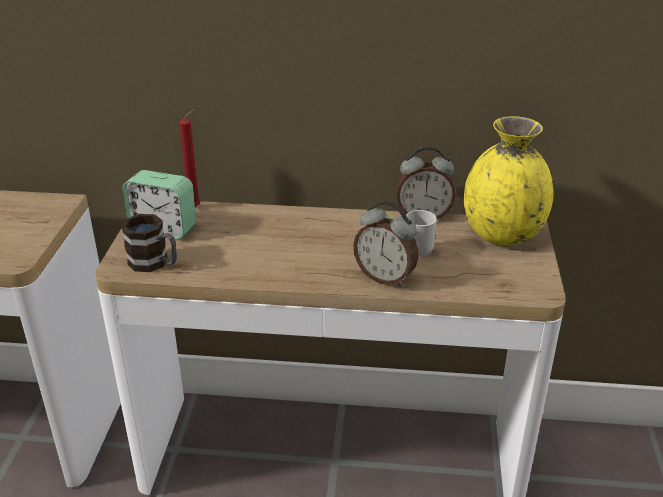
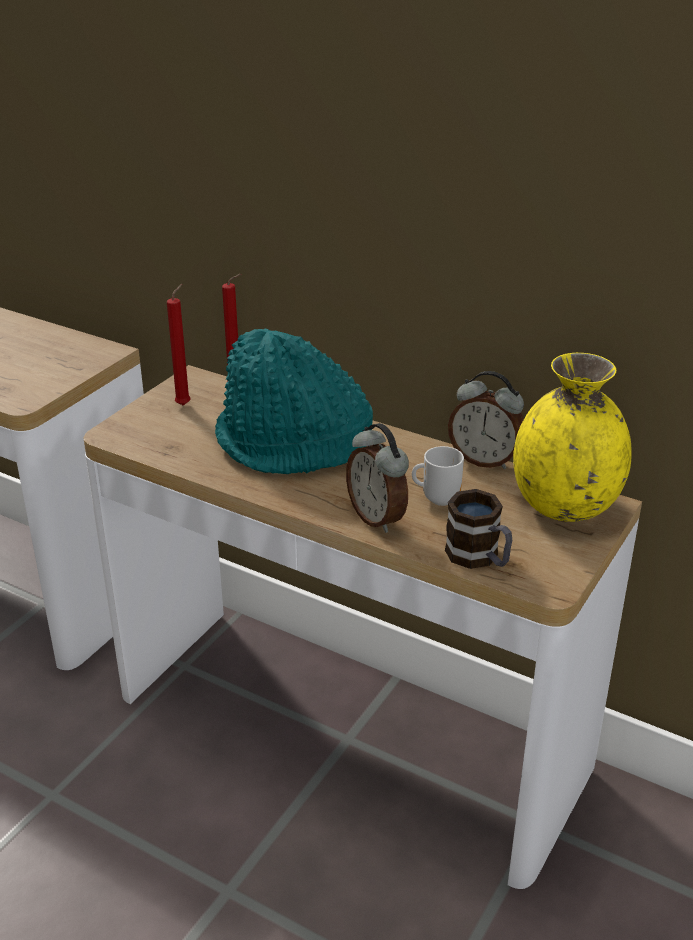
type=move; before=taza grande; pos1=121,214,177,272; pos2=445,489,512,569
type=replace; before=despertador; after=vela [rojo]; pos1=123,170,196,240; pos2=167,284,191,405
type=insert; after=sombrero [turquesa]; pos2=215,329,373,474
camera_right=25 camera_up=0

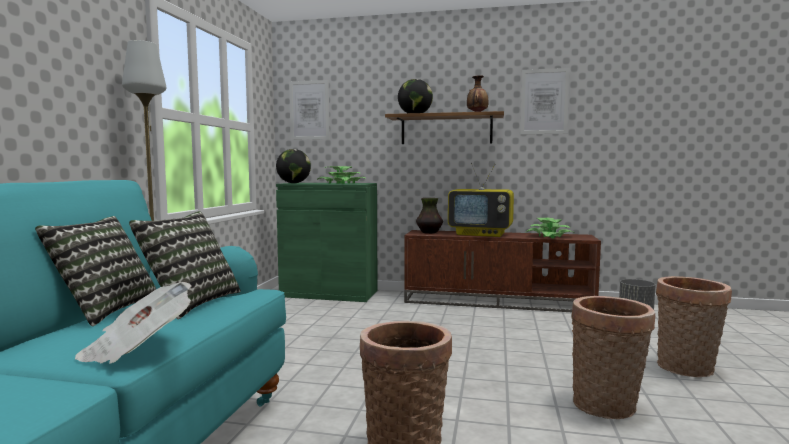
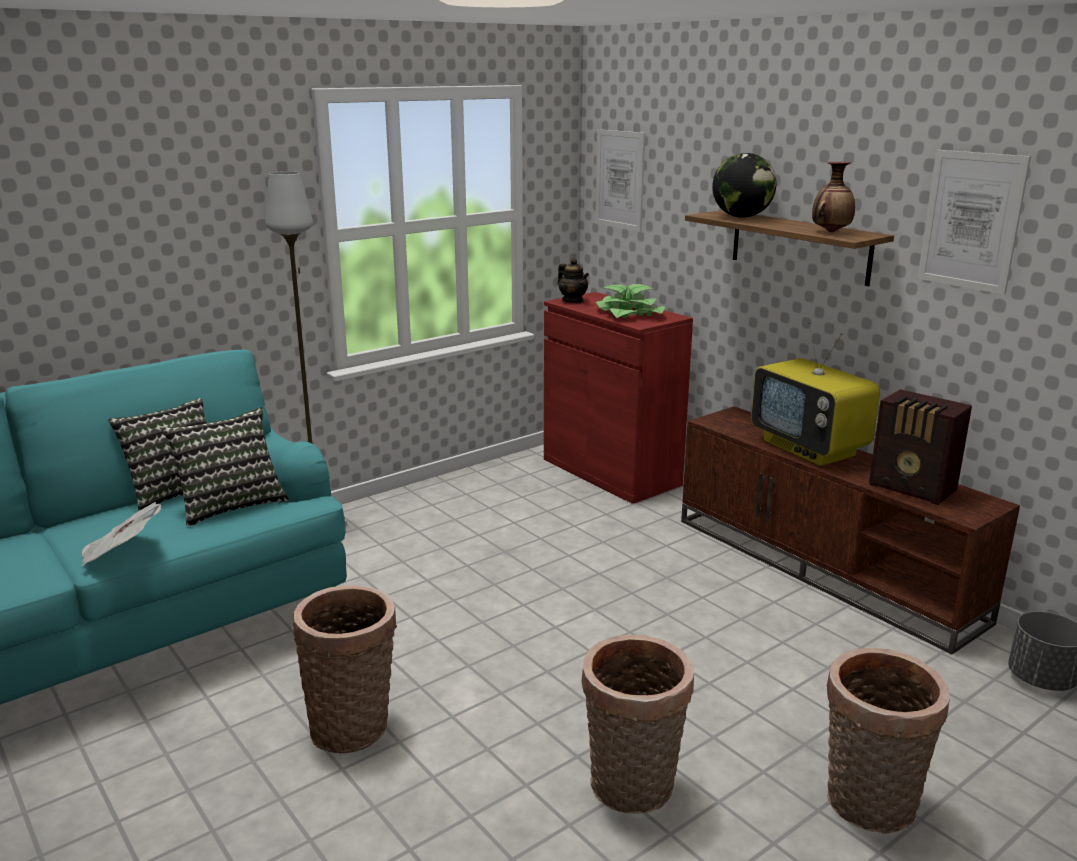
type=replace; before=globo terráqueo; after=tetera; pos1=276,149,311,183; pos2=558,258,589,303
type=recolor; before=armario [verde]; after=armario [rojo]; pos1=276,183,378,302; pos2=544,292,693,504
type=delete; before=florero; pos1=416,198,443,234
type=replace; before=planta en maceta; after=radio; pos1=526,218,573,239; pos2=869,389,972,505
camera_right=40 camera_up=15

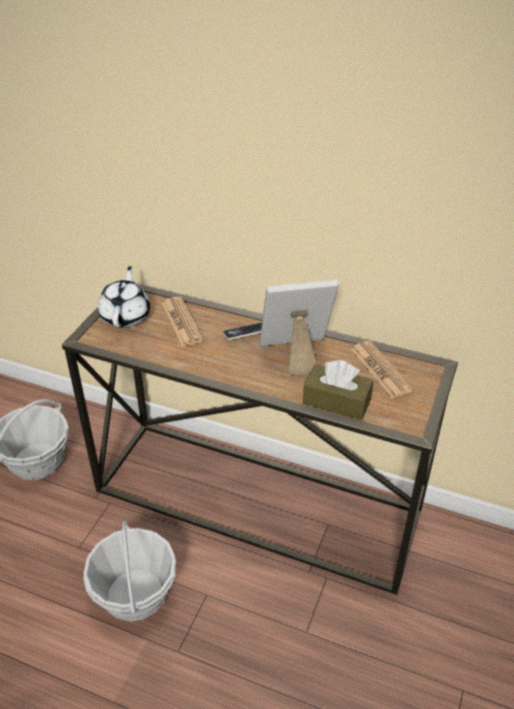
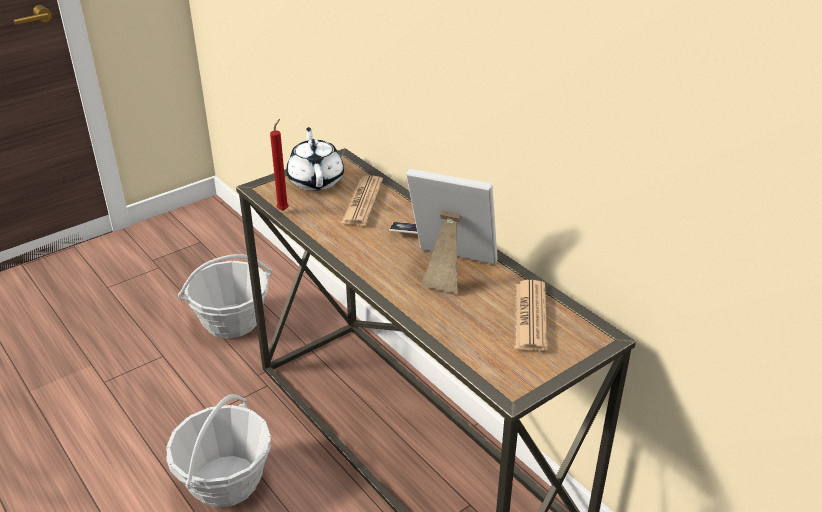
type=rotate; before=tetera [blanco]; pos1=98,266,150,328; pos2=286,127,344,191; turn=-45
type=delete; before=caja de pañuelos [marrón]; pos1=303,360,374,420
type=insert; after=vela [rojo]; pos2=270,119,289,210
camera_right=30 camera_up=-5

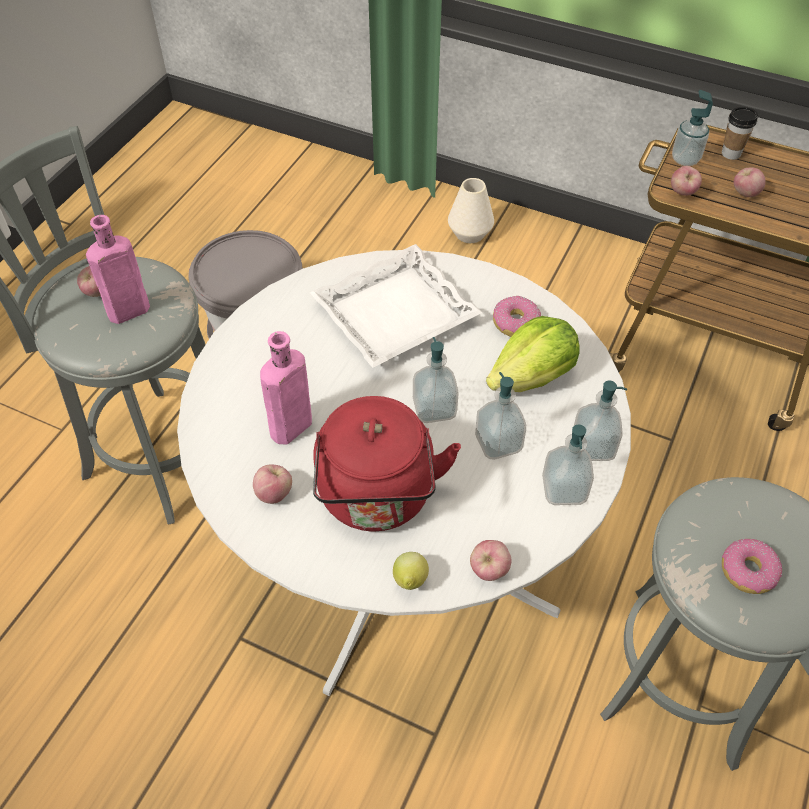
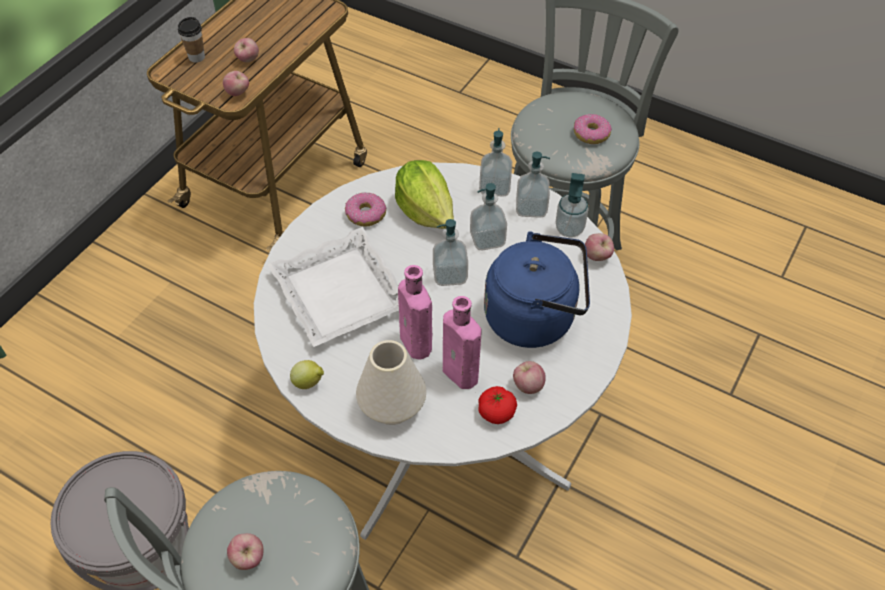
type=move; before=botella [rosa]; pos1=86,215,150,324; pos2=398,265,432,360
type=recolor; before=hervidor [rojo]; after=hervidor [azul]; pos1=313,396,461,531; pos2=484,231,590,348
type=move; before=limón; pos1=393,552,429,590; pos2=290,360,324,389
type=move; before=florero [blanco]; pos1=448,178,494,243; pos2=356,340,426,425
type=move; before=dispensador de jabón; pos1=672,90,713,166; pos2=556,173,588,237
type=insert; after=tomate; pos2=478,386,517,424
camera_right=-85 camera_up=0

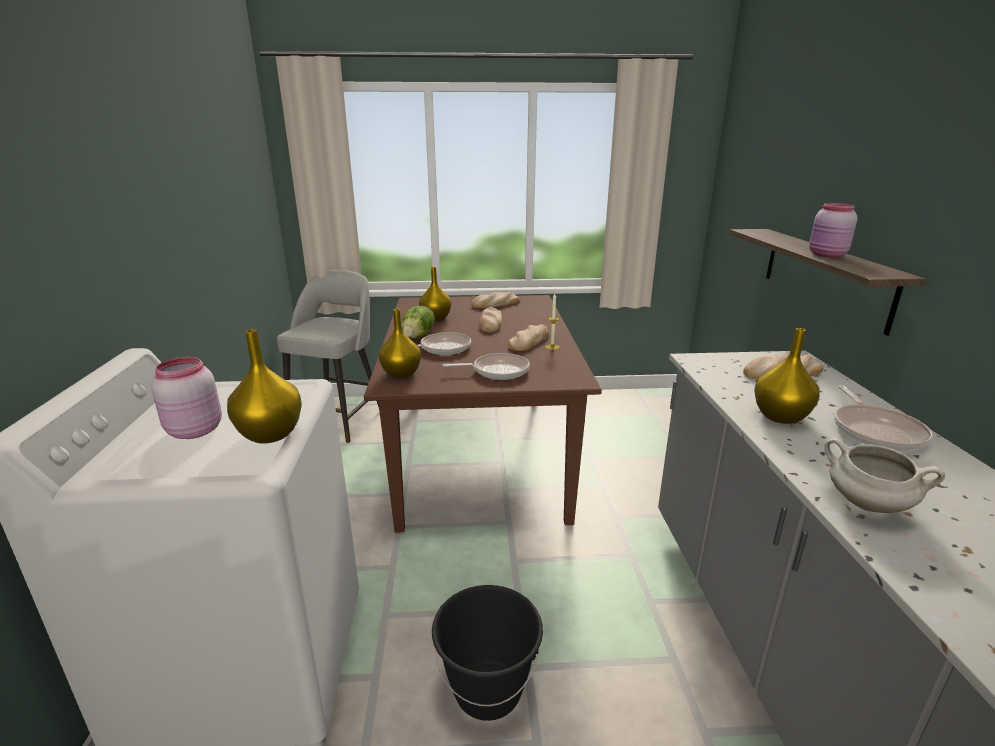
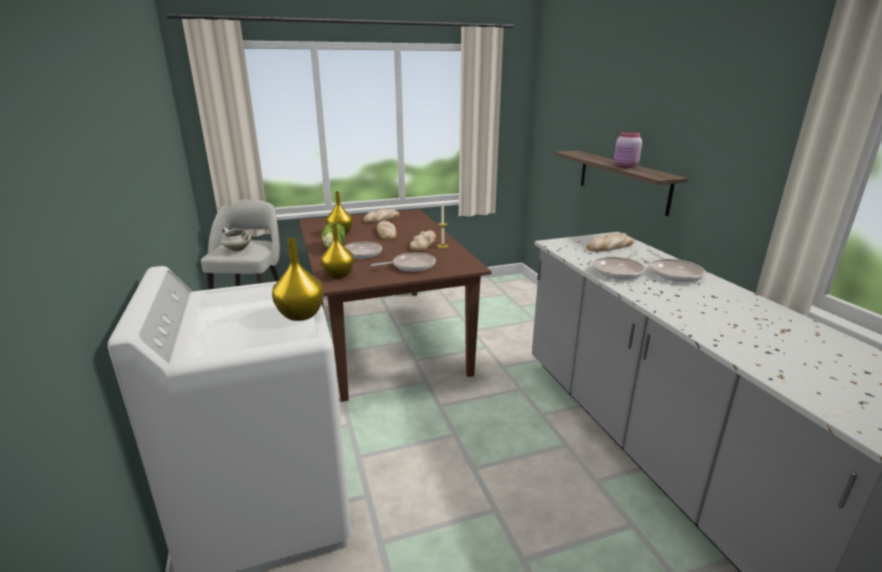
type=delete; before=tarro [rosa]; pos1=151,357,222,439
type=delete; before=cubo [negro]; pos1=432,585,543,721
type=replace; before=florero [amarillo]; after=sartén; pos1=754,328,820,424; pos2=592,250,646,280
type=move; before=olla [blanco]; pos1=825,437,945,513; pos2=221,228,251,251
camera_right=-15 camera_up=0

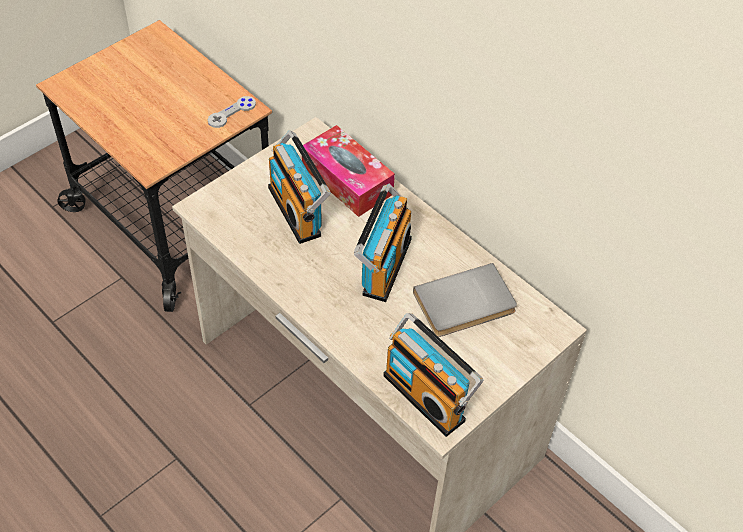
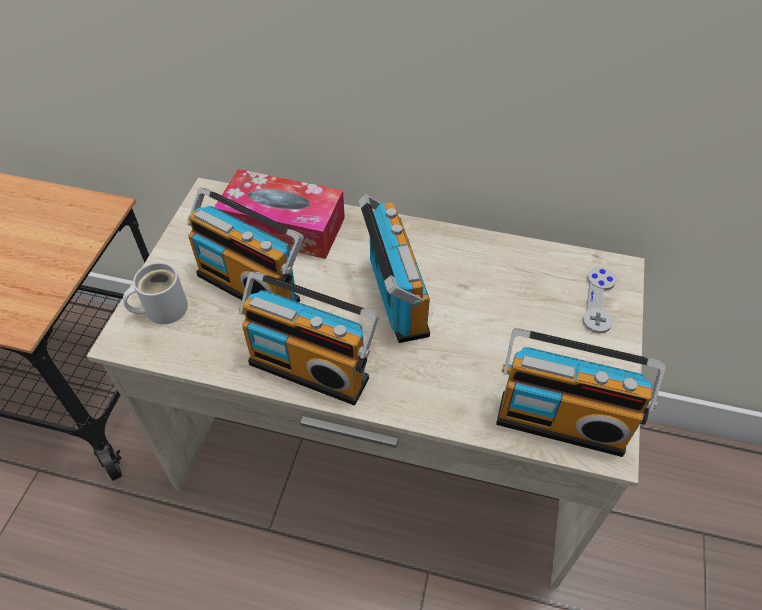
type=move; before=mando de consola [gris]; pos1=208,96,256,128; pos2=582,267,617,334
type=delete; before=libro [gris]; pos1=413,263,517,337
type=insert; after=taza grande [blanco]; pos2=123,262,188,324
type=insert; after=radio; pos2=239,272,379,405
camera_right=-30 camera_up=0

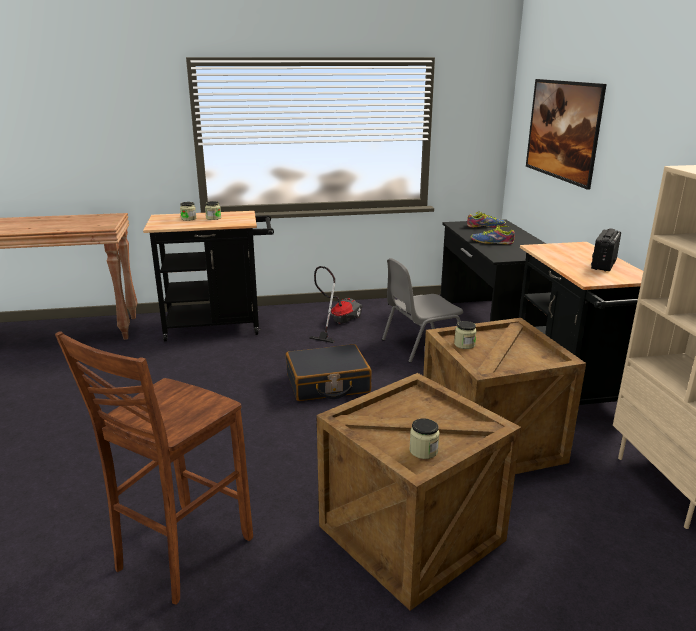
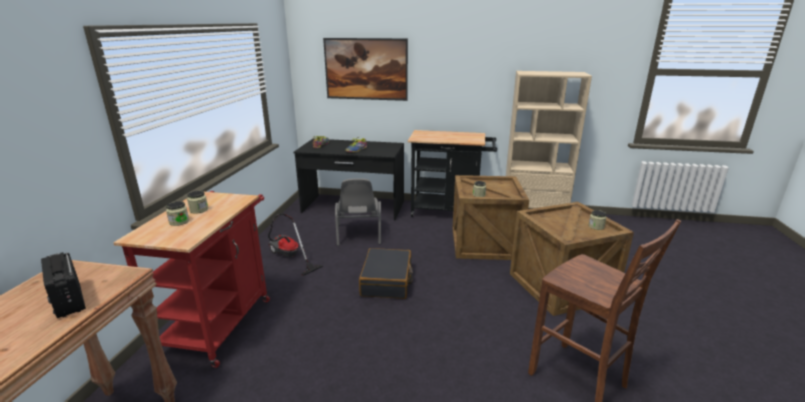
type=recolor; before=carrito [negro]; after=carrito [rojo]; pos1=143,211,274,341; pos2=113,191,270,368
type=move; before=radio; pos1=591,228,621,271; pos2=41,252,86,318
camera_right=-70 camera_up=0

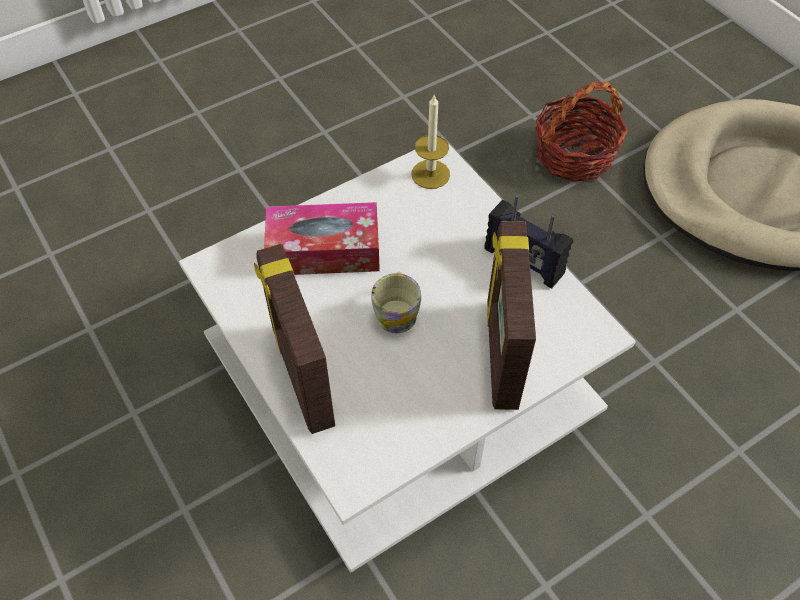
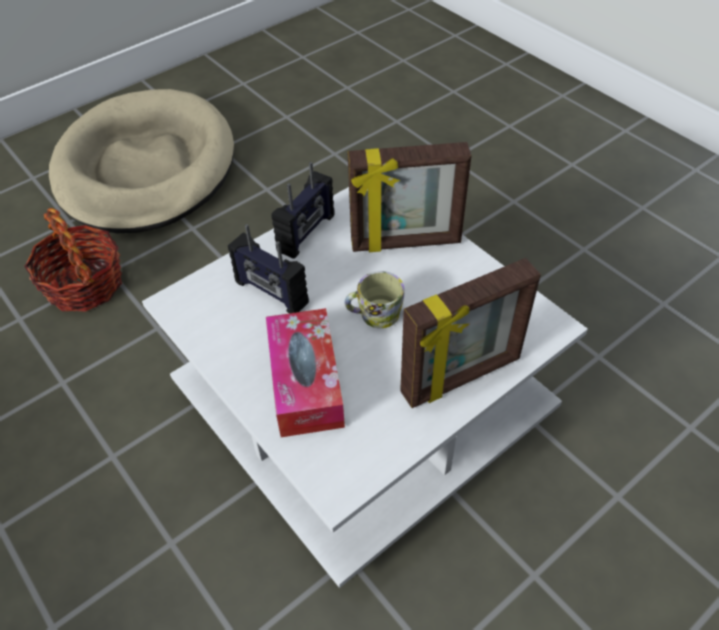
type=delete; before=vela; pos1=411,95,450,189
type=insert; after=radio; pos2=228,224,309,313
camera_right=-95 camera_up=-5

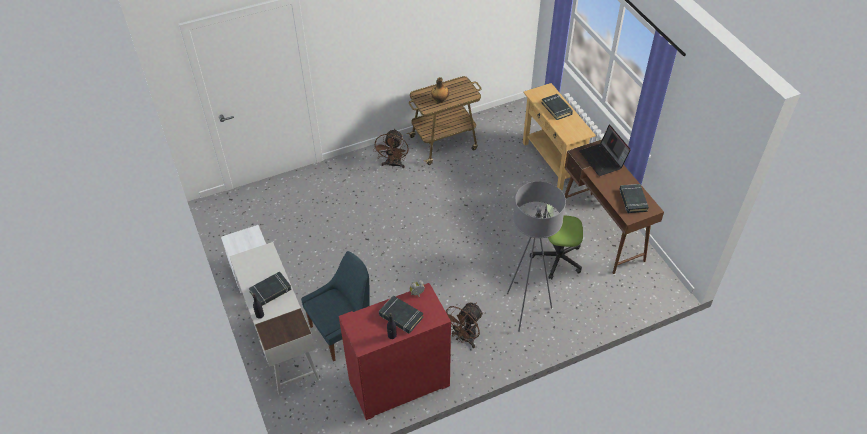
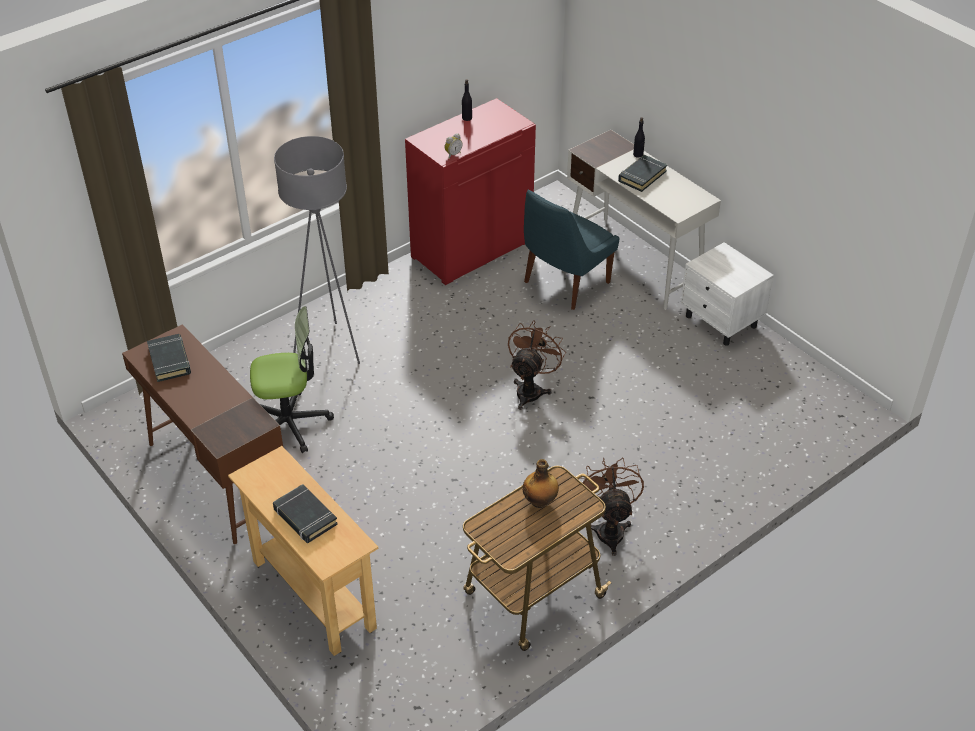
type=delete; before=libro [negro]; pos1=379,295,424,334
type=move; before=ventilador [marrón]; pos1=446,302,484,348; pos2=508,320,566,410
type=delete; before=portátil; pos1=580,125,631,176
camera_right=165 camera_up=-5

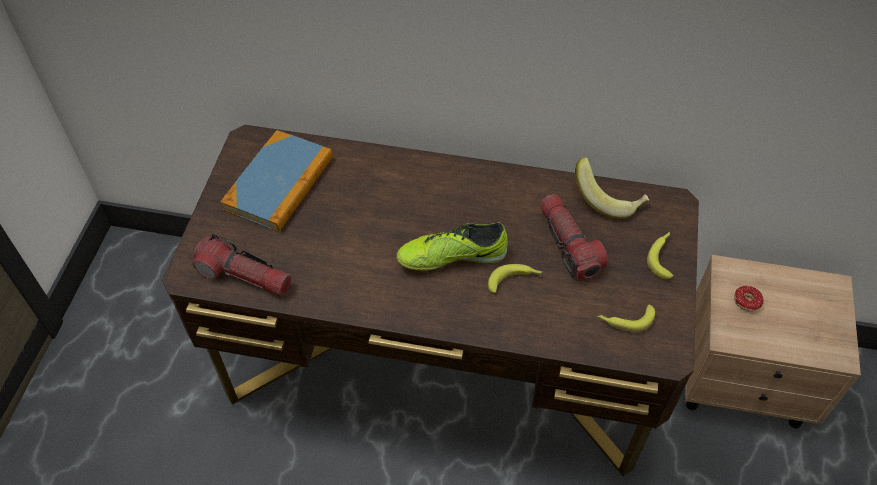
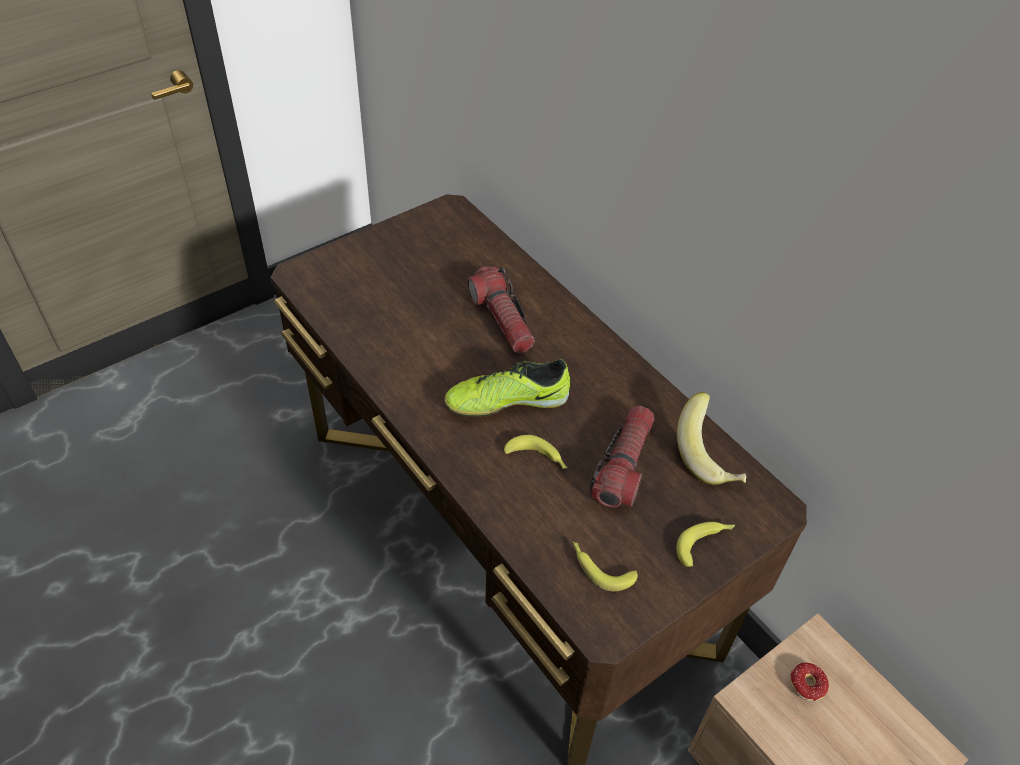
type=move; before=linterna; pos1=192,233,291,296; pos2=467,267,535,353
type=delete; before=libro; pos1=220,130,333,232
type=rotate; before=zapato; pos1=396,222,508,272; pos2=444,359,570,417; turn=-45
camera_right=40 camera_up=-5

